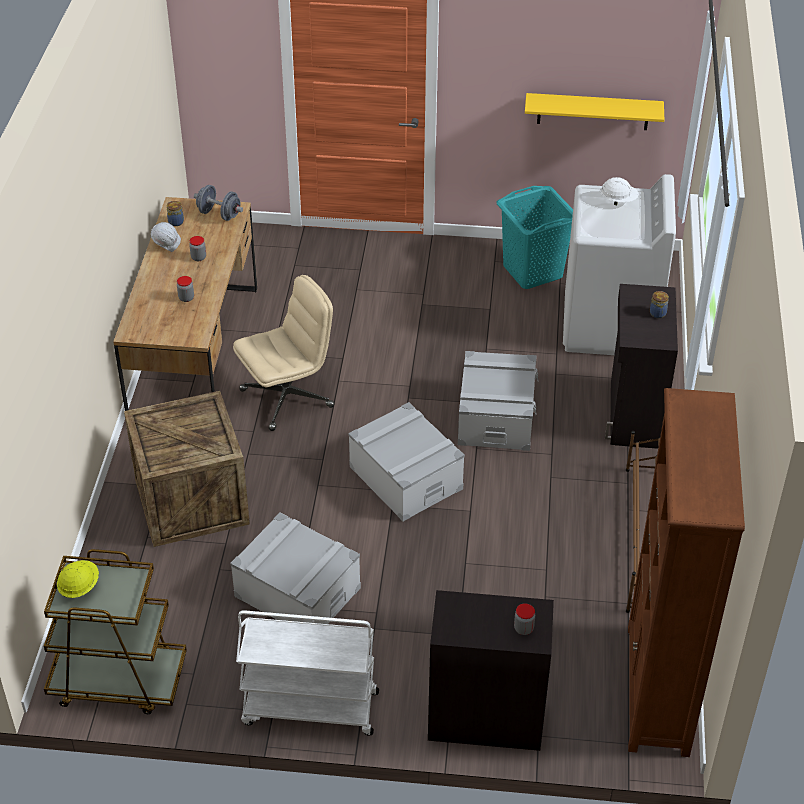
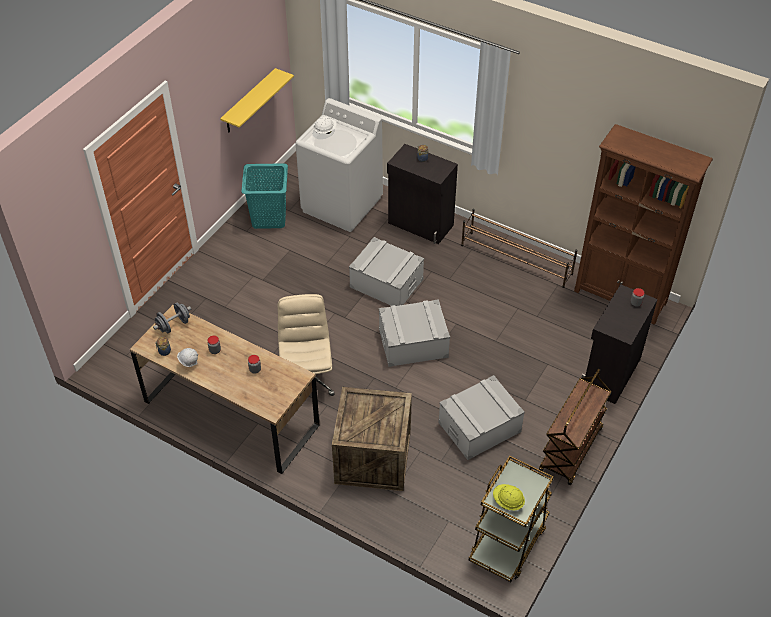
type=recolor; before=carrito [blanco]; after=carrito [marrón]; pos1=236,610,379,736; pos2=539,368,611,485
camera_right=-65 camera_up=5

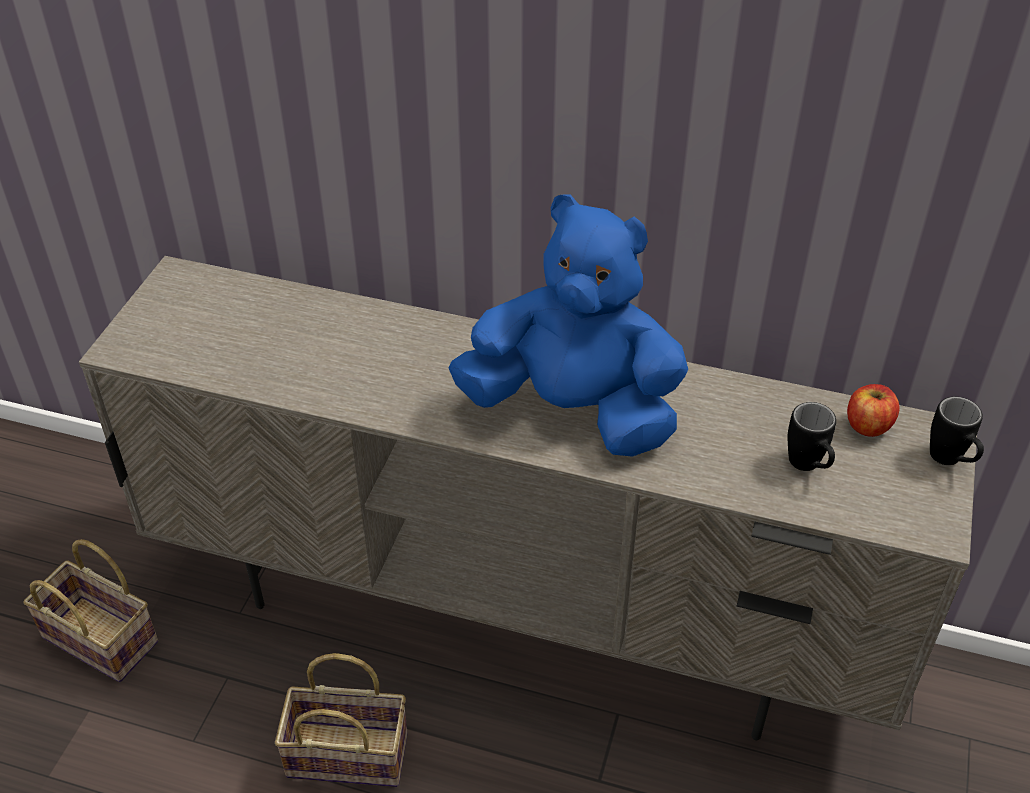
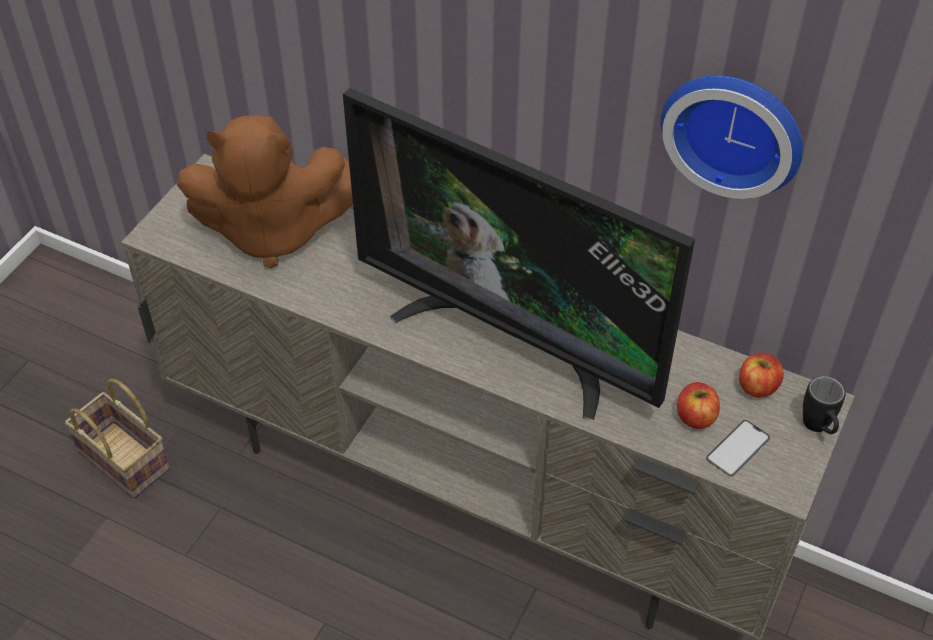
type=delete; before=cesta; pos1=275,653,408,787
type=replace; before=peluche [azul]; after=televisor; pos1=448,194,688,457; pos2=343,88,695,420
type=replace; before=taza grande [negro]; after=manzana; pos1=787,402,836,471; pos2=677,382,720,429
type=insert; after=peluche [marrón]; pos2=177,115,353,269
type=insert; after=reloj de pared; pos2=661,75,803,199
type=insert; after=móvil; pos2=706,420,770,477
camera_right=10 camera_up=5

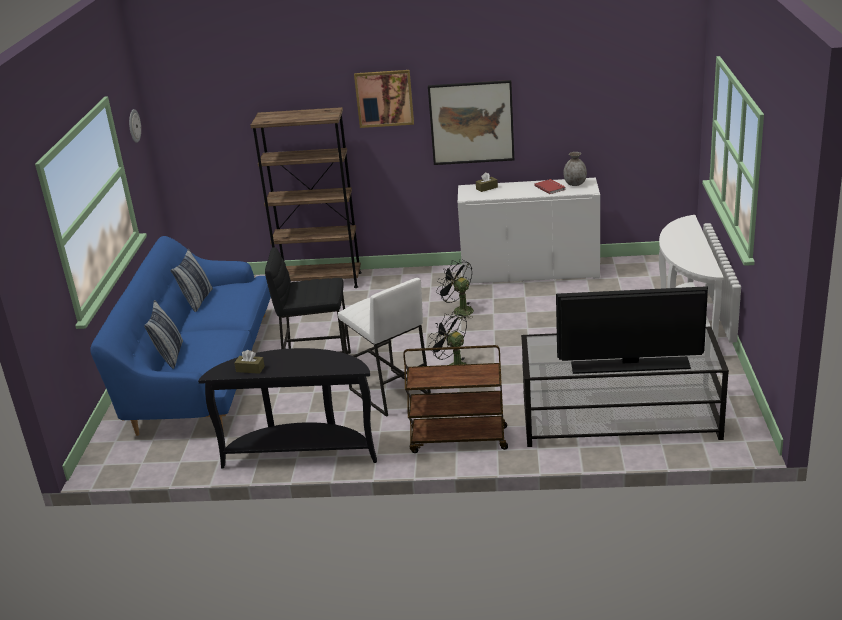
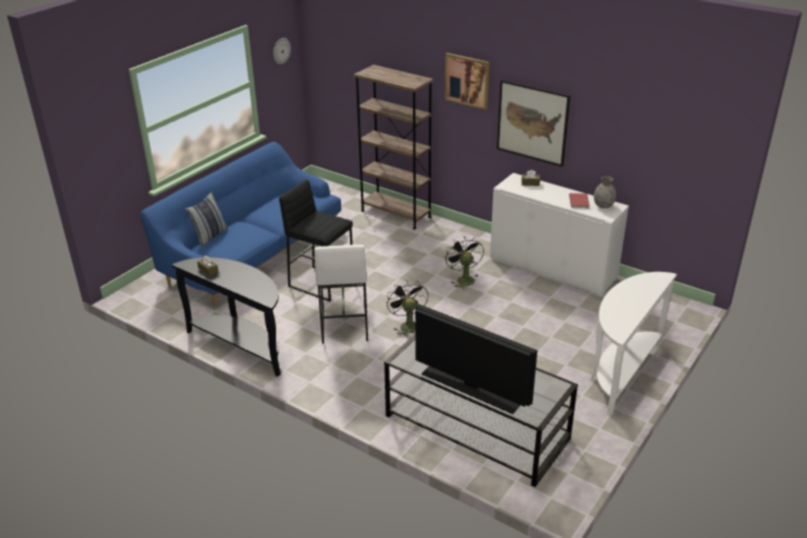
type=delete; before=cojín; pos1=171,249,213,312
type=delete; before=carrito [marrón]; pos1=403,345,508,453
camera_right=30 camera_up=5

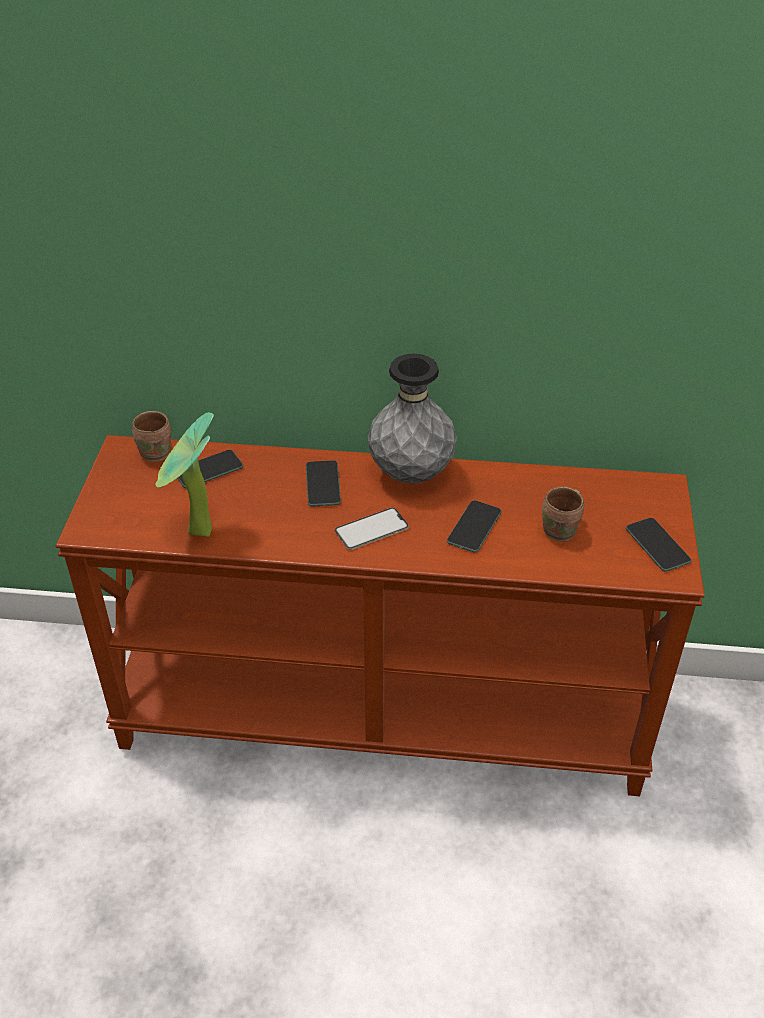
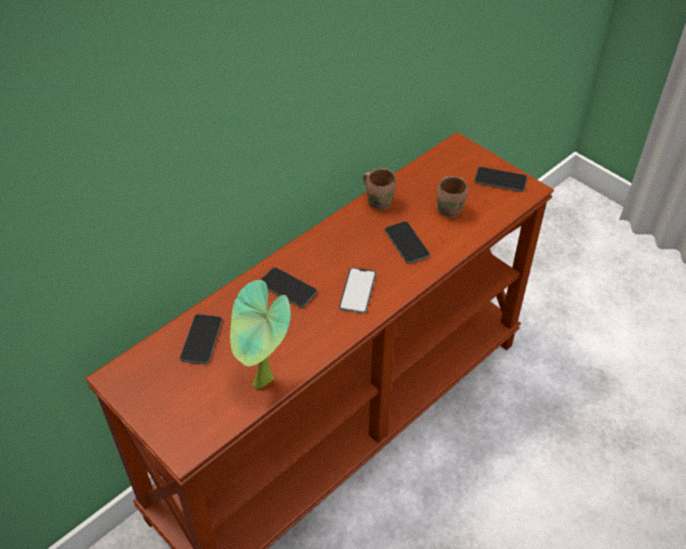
type=move; before=taza grande [marrón]; pos1=132,411,171,462; pos2=363,168,396,210
type=delete; before=florero [gris]; pos1=368,354,457,484
camera_right=-50 camera_up=5

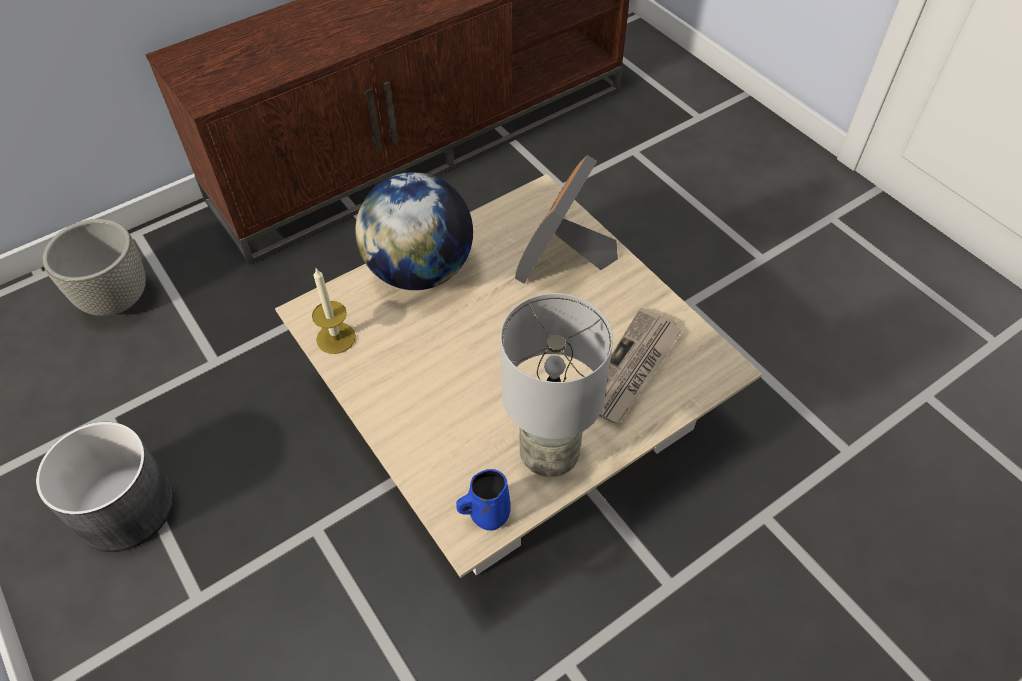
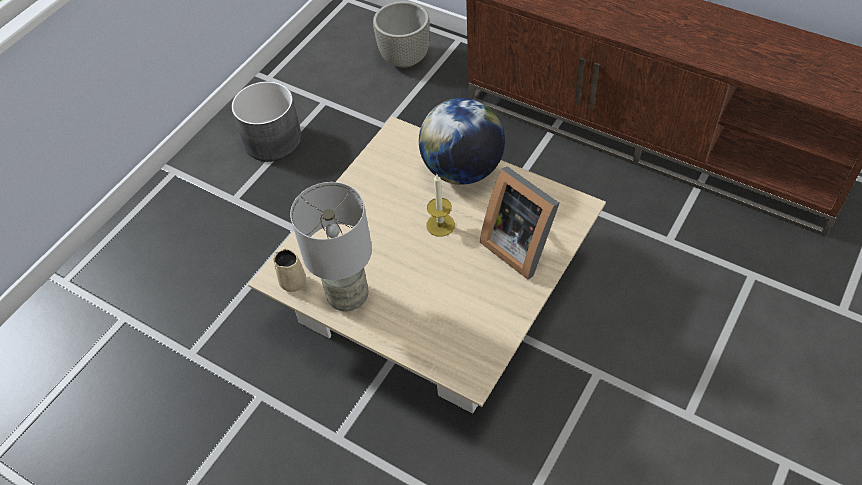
type=move; before=vela; pos1=312,269,356,354; pos2=426,174,455,237
type=recolor; before=taza grande [azul]; after=taza grande [beis]; pos1=456,469,511,530; pos2=274,249,306,292
type=rotate; before=portarretratos; pos1=515,155,618,284; pos2=480,166,560,279; turn=-135
type=delete; before=periódico; pos1=599,308,682,423
camera_right=70 camera_up=0

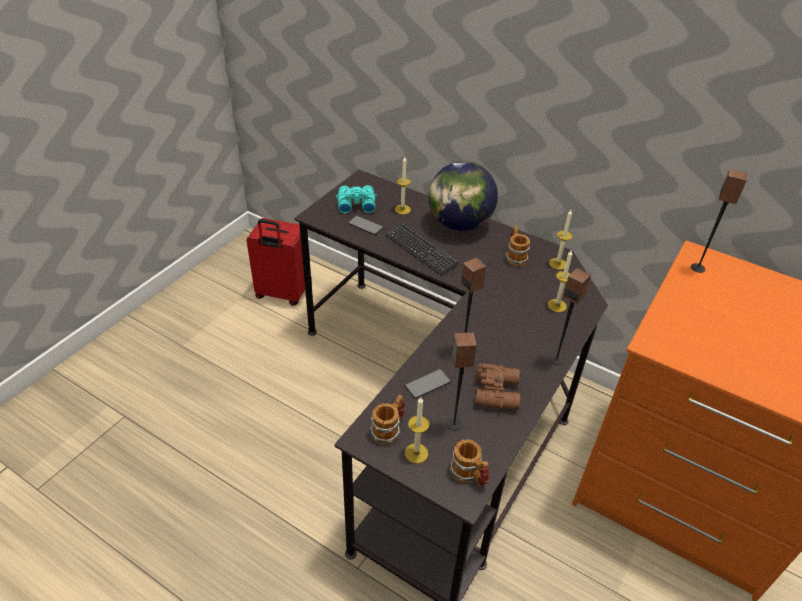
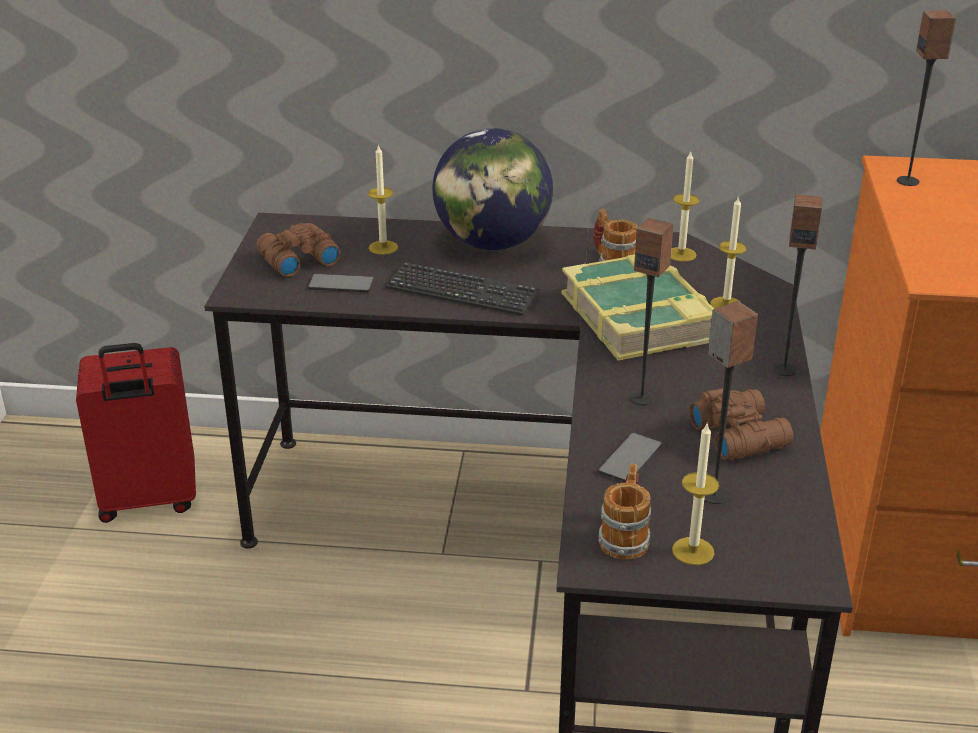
type=recolor; before=prismáticos [turquesa]; after=prismáticos [marrón]; pos1=336,185,377,213; pos2=256,223,341,277
type=delete; before=taza grande; pos1=450,439,490,486
type=insert; after=libro; pos2=562,254,714,361
camera_right=-25 camera_up=-10

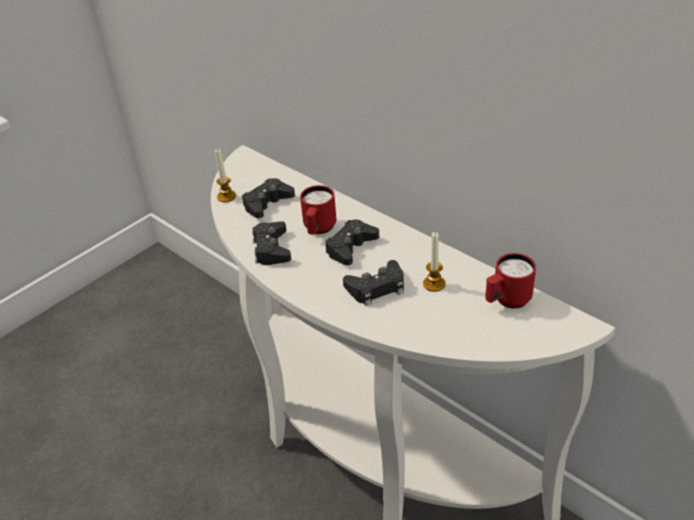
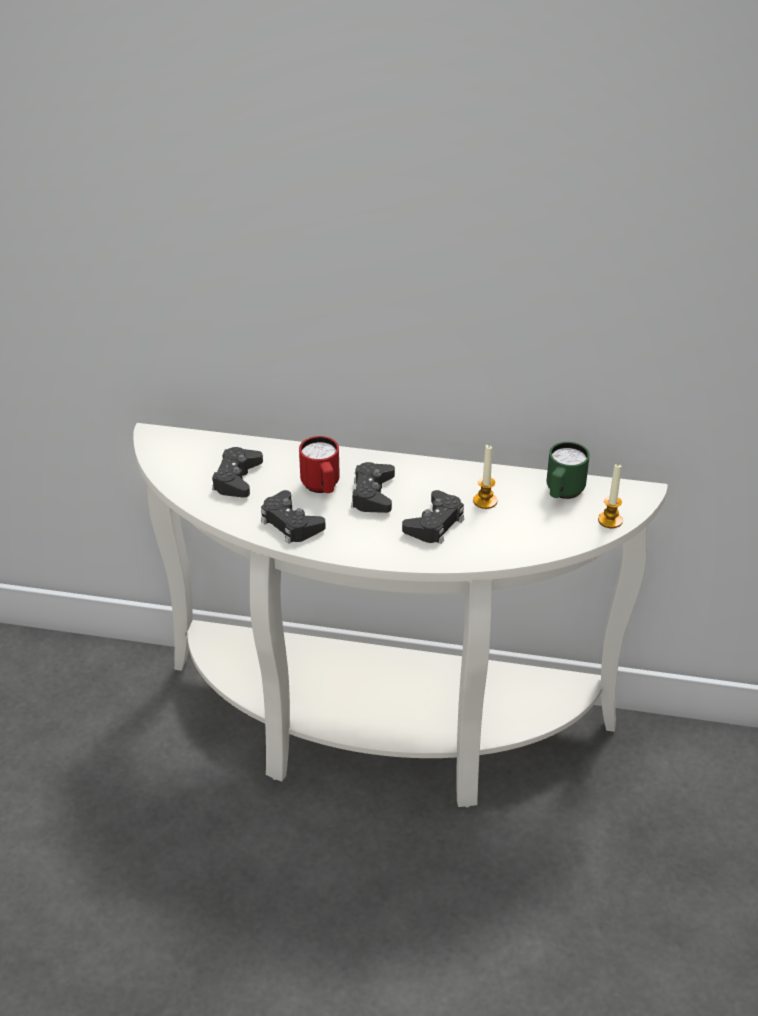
type=move; before=vela; pos1=215,149,236,202; pos2=598,464,623,528
type=recolor; before=taza grande [rojo]; after=taza grande [verde]; pos1=485,253,536,308; pos2=547,442,590,499
camera_right=-35 camera_up=0

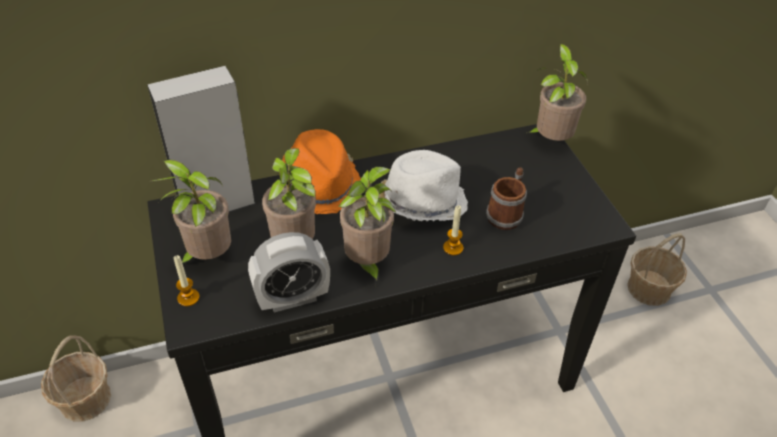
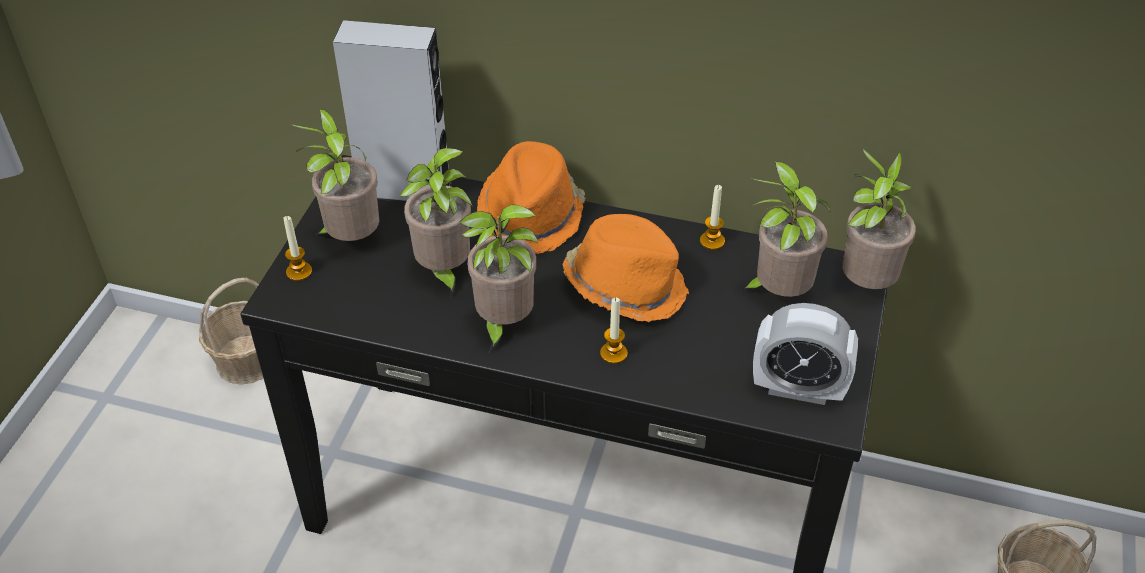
type=move; before=despertador; pos1=248,232,330,313; pos2=753,303,858,405
type=recolor; before=sombrero [blanco]; after=sombrero [naranja]; pos1=379,150,468,221; pos2=562,214,689,322
type=delete; before=taza grande; pos1=486,167,527,230
type=insert; after=vela; pos2=700,185,725,250
type=insert; after=planta en maceta; pos2=741,161,831,297
camera_right=35 camera_up=0

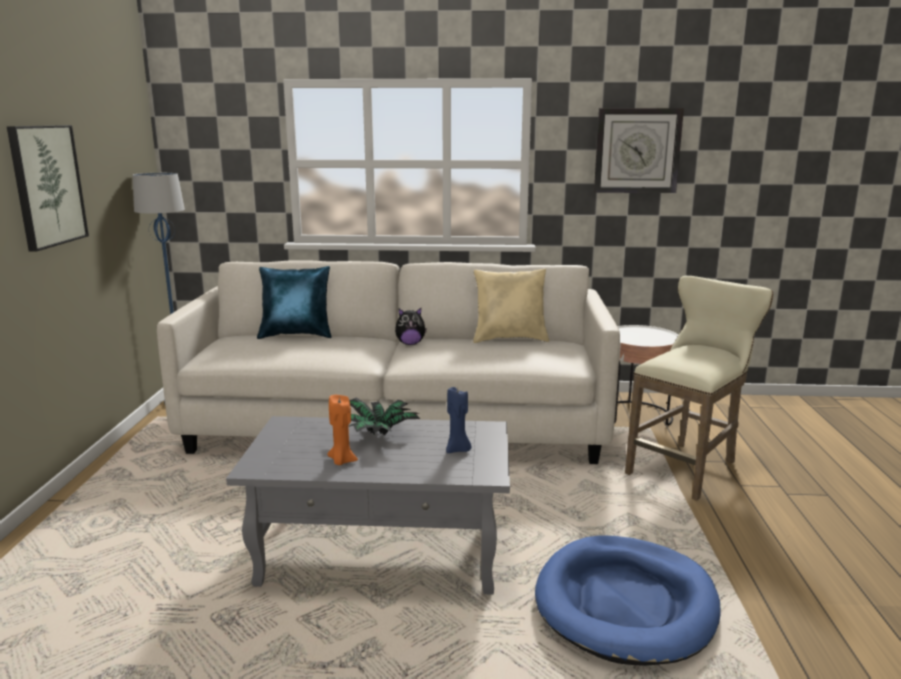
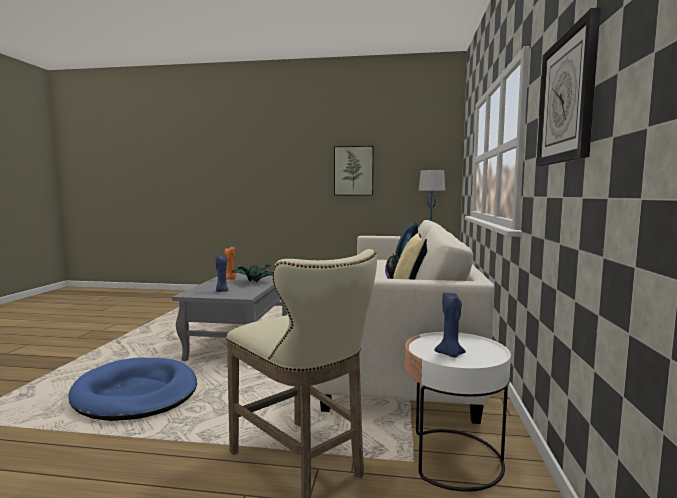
type=insert; after=vela [azul]; pos2=434,292,466,358
camera_right=95 camera_up=-10

